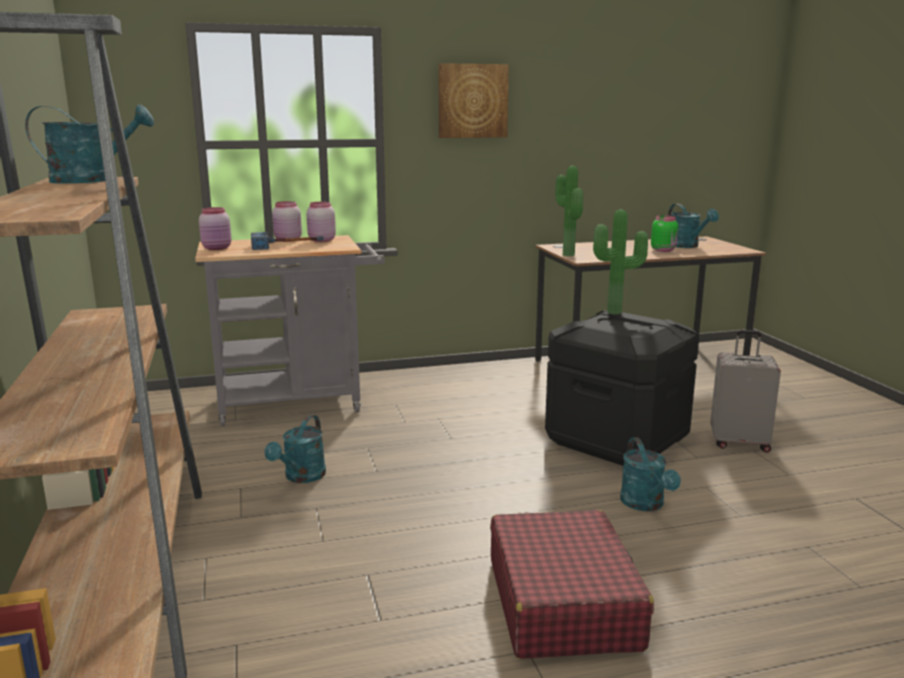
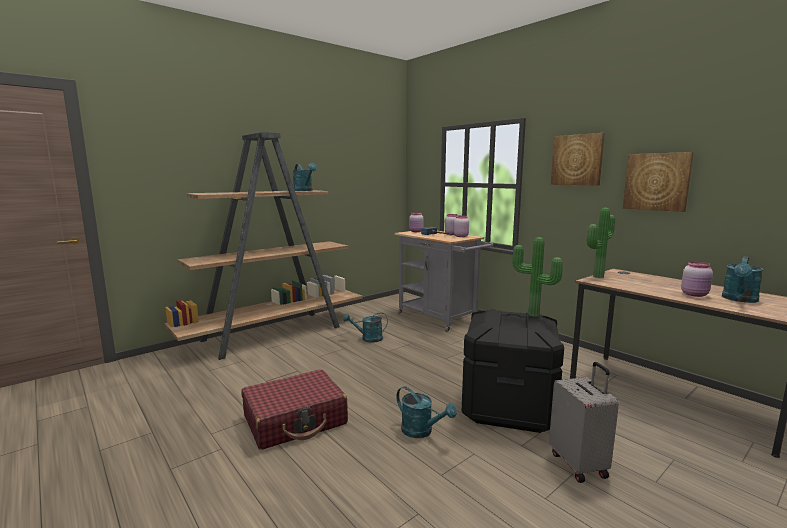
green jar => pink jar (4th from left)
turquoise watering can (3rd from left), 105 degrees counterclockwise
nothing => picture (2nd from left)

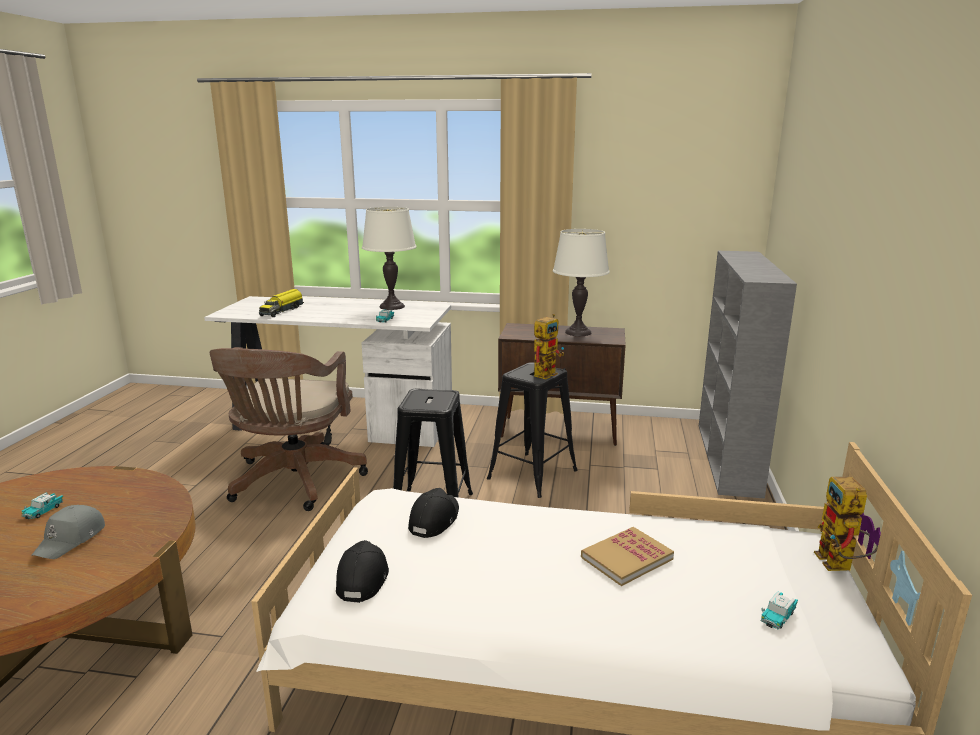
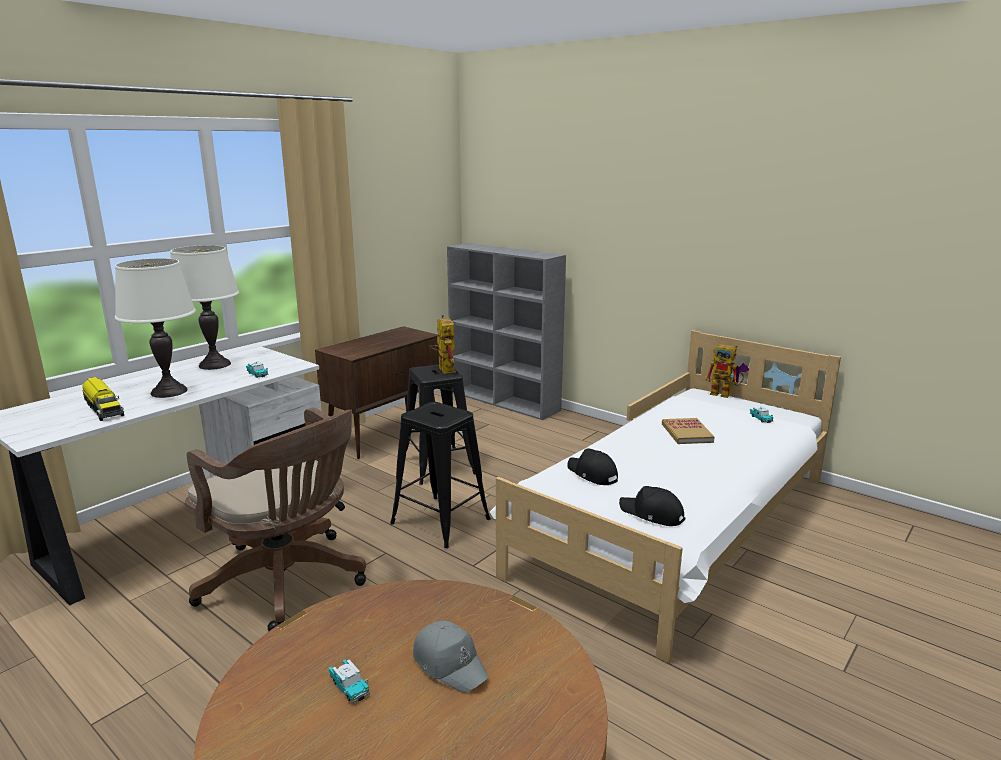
white table lamp (2nd from left in the first image) => white table lamp (1st from left), moved

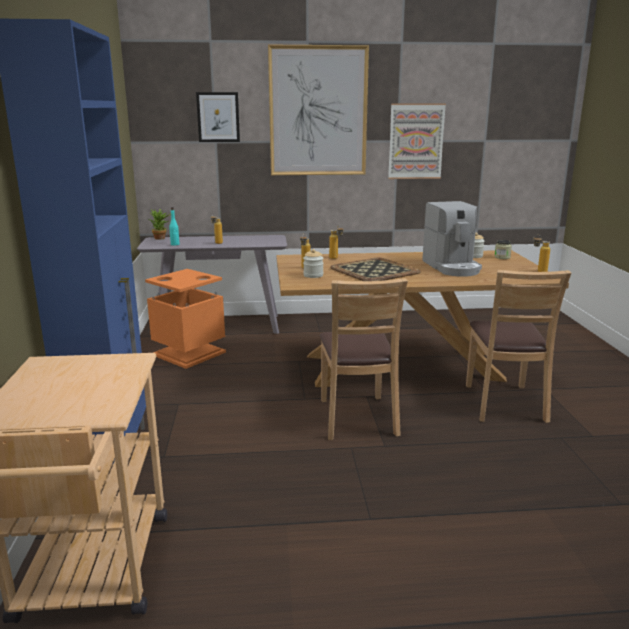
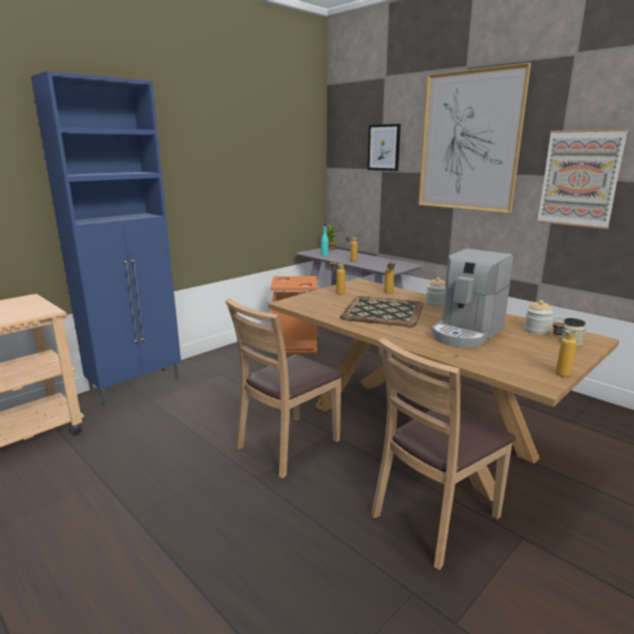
jar (1st from left), moved

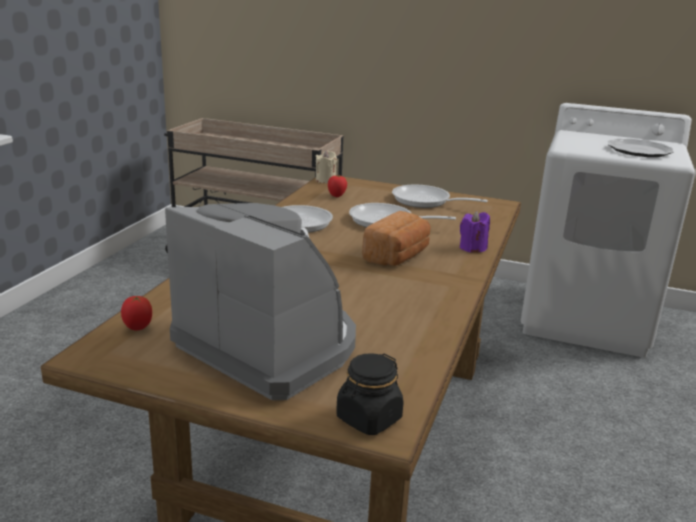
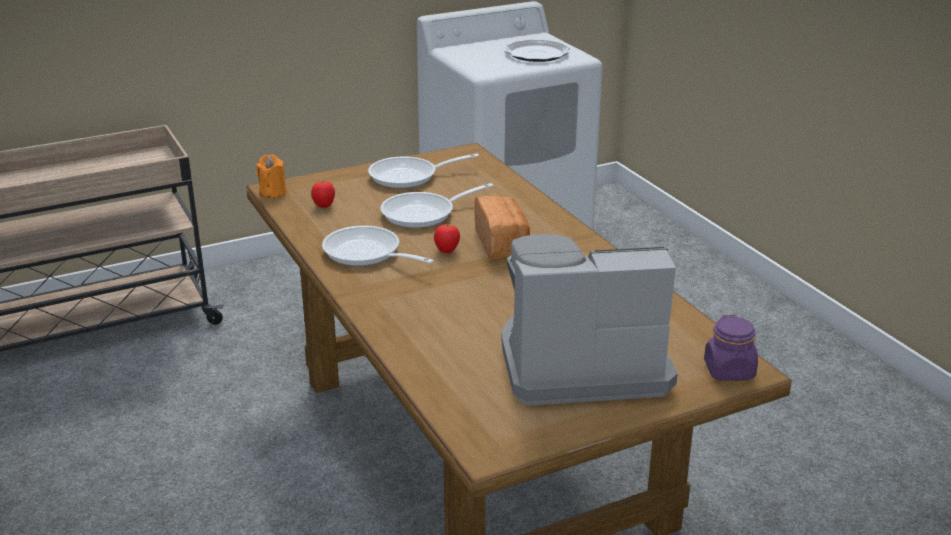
beige candle => orange candle
purple candle => nothing
tomato (1st from left in the first image) => tomato (2nd from left), moved
black jar => purple jar

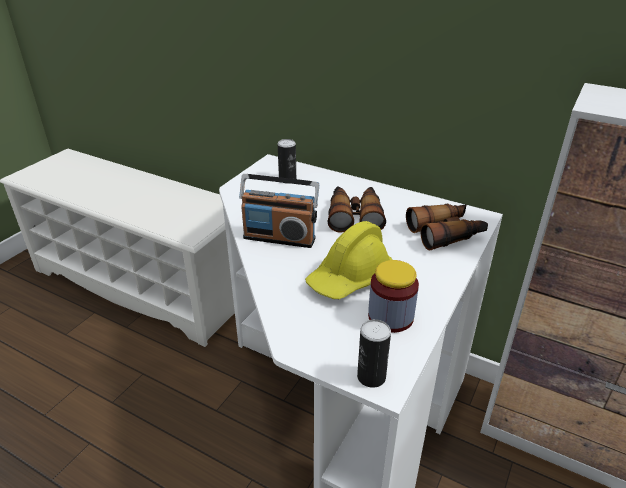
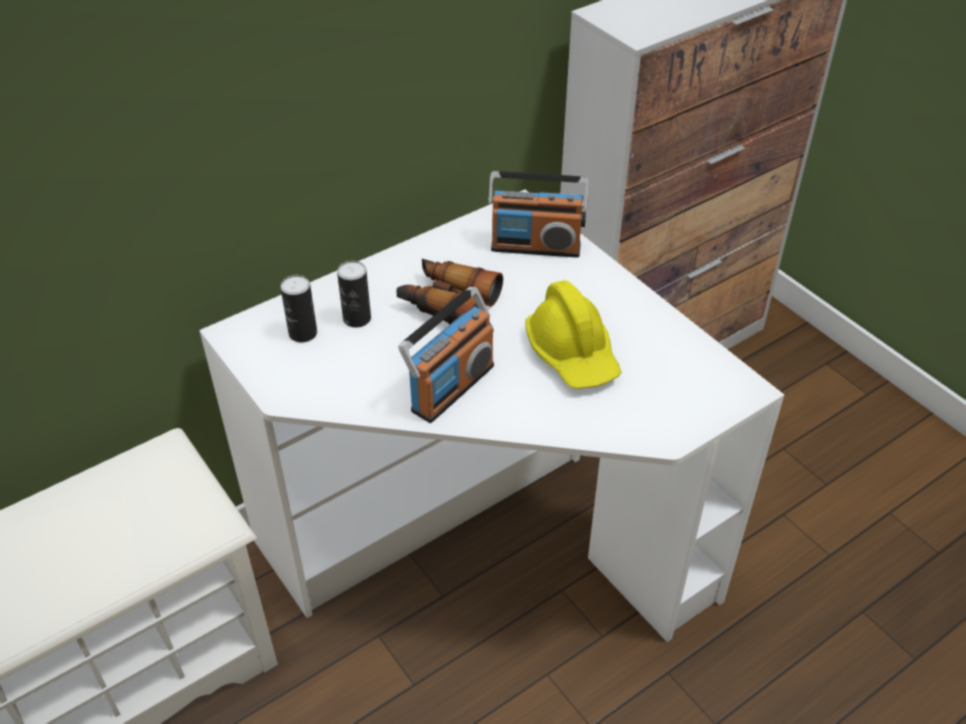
binoculars (2nd from left) => radio (2nd from left)
jar => nothing
can (2nd from left), moved

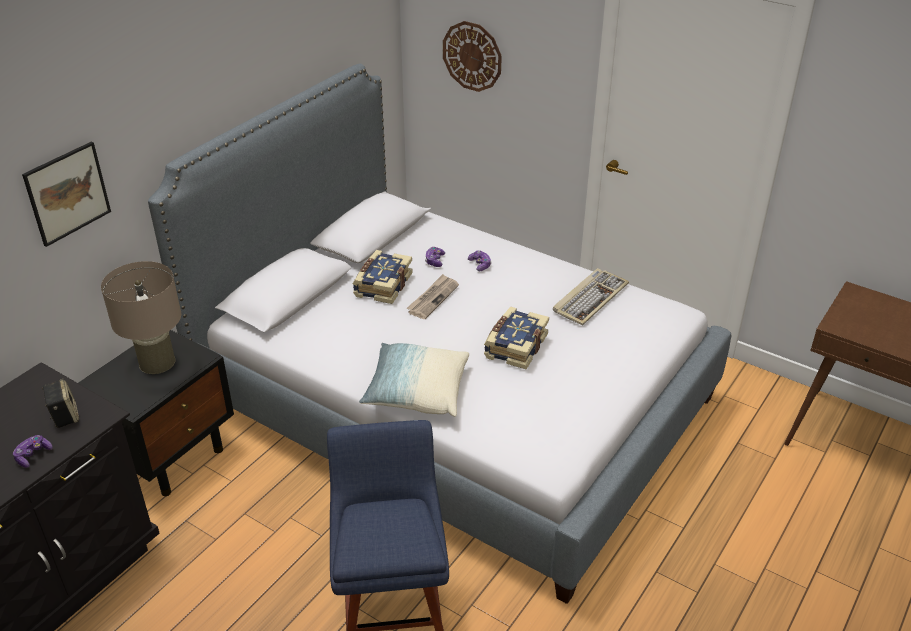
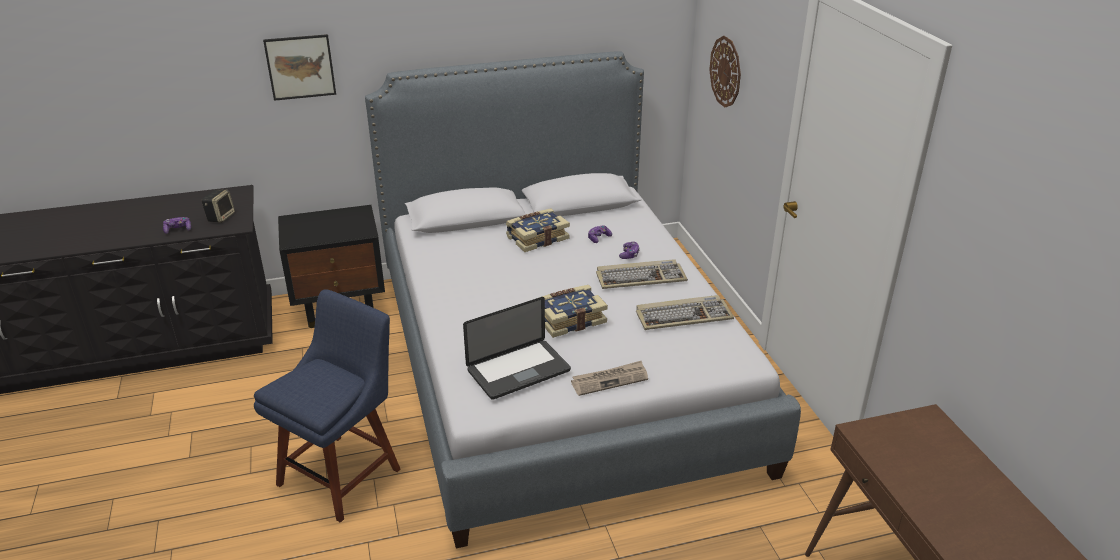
beige table lamp => nothing
newspaper, moved
pillow => nothing
nothing => keyboard (1st from left)
nothing => laptop

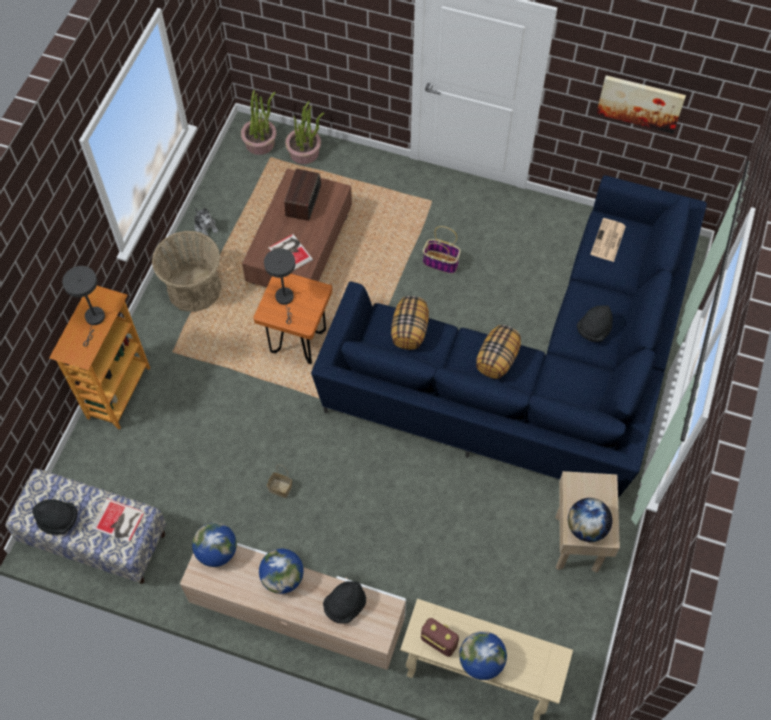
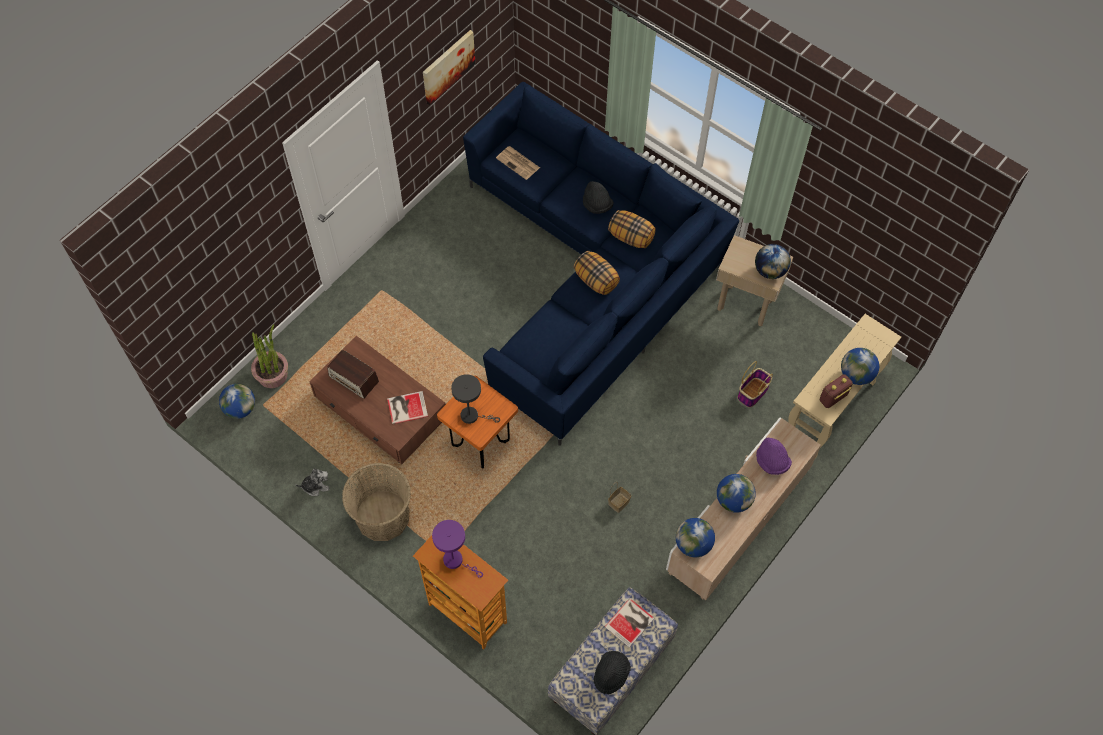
potted plant (1st from left) => globe (1st from left)
basket (3rd from left), moved
grey table lamp (1st from left) => purple table lamp
pillow (1st from left in the first image) => pillow (2nd from left), moved
black hat (2nd from left) => purple hat

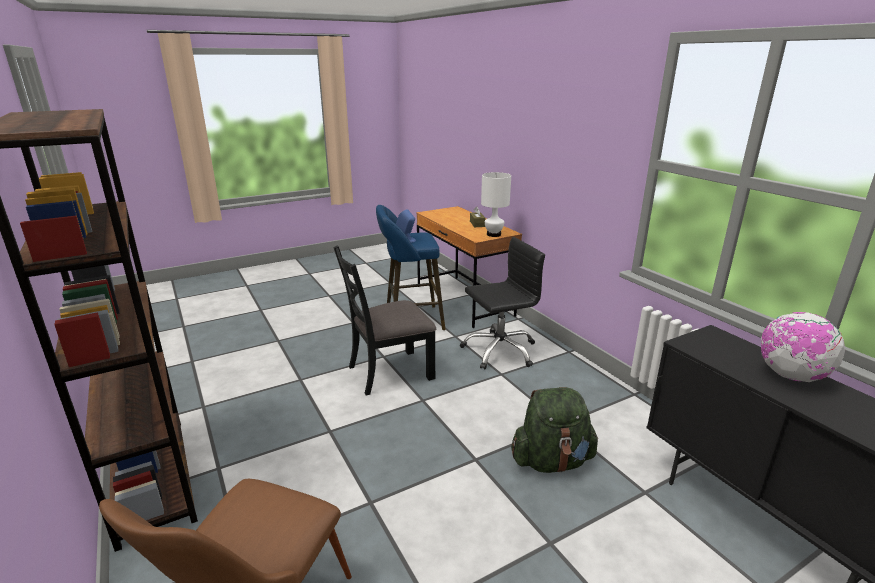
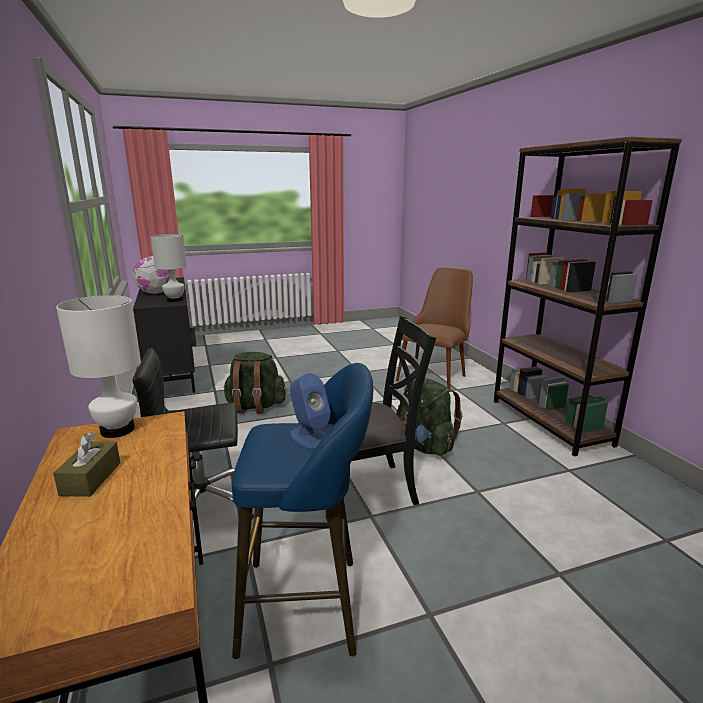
nothing => white table lamp (2nd from left)
nothing => green backpack (2nd from left)

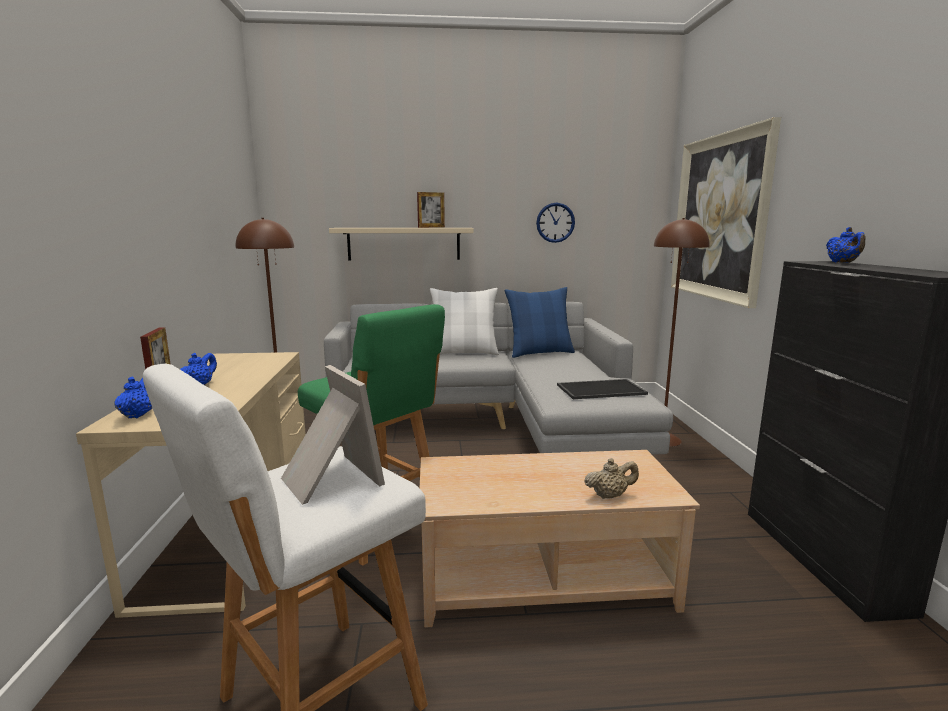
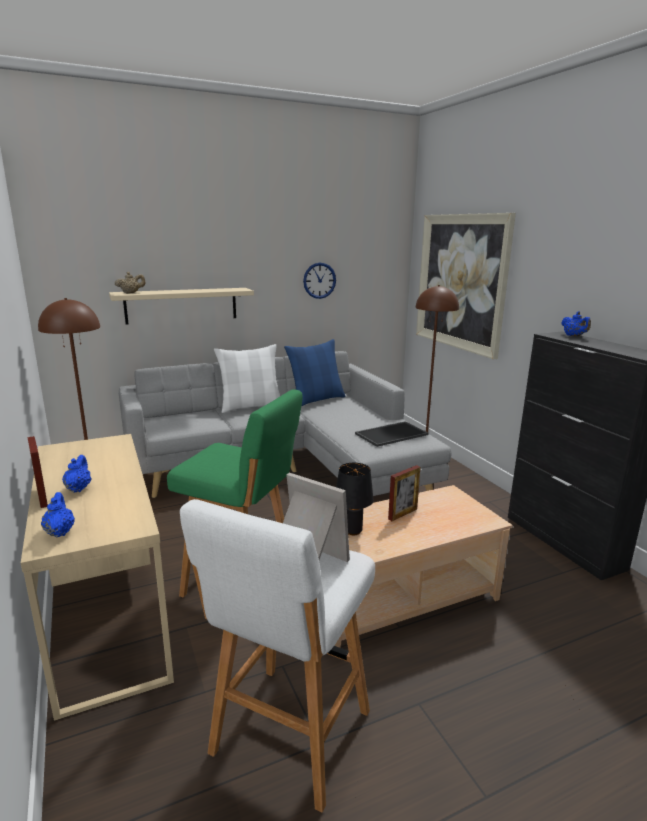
picture frame (3rd from left), moved
beige teapot, moved
nothing => black table lamp

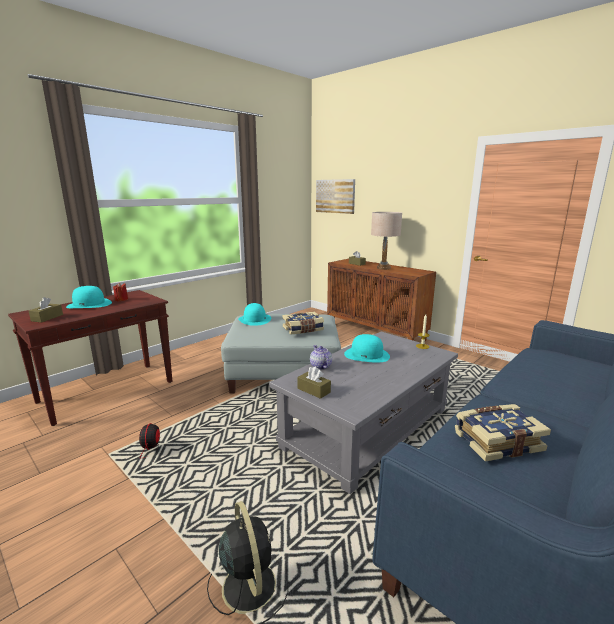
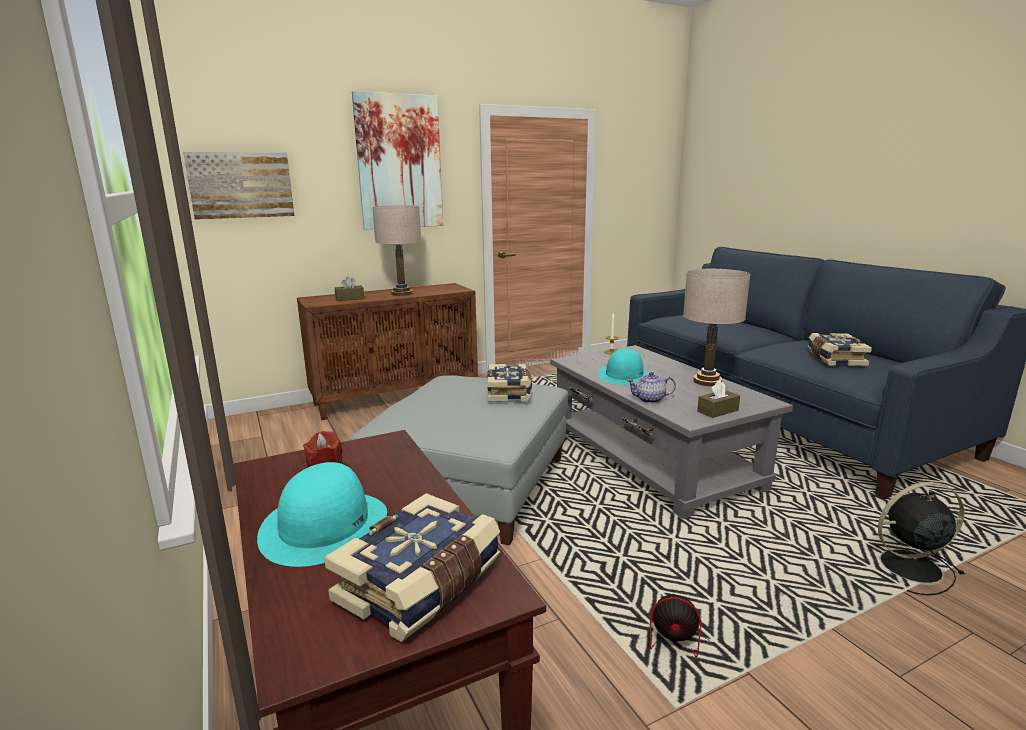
brown tissue box (1st from left) => book (1st from left)
turquoise hat (2nd from left) => nothing
nothing => picture (2nd from left)
nothing => beige table lamp (2nd from left)

